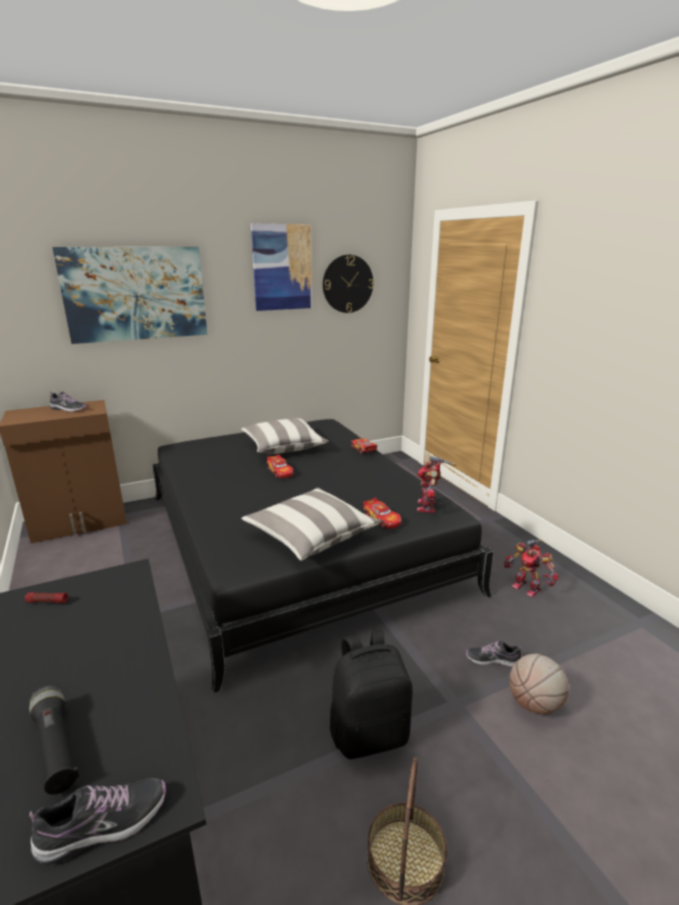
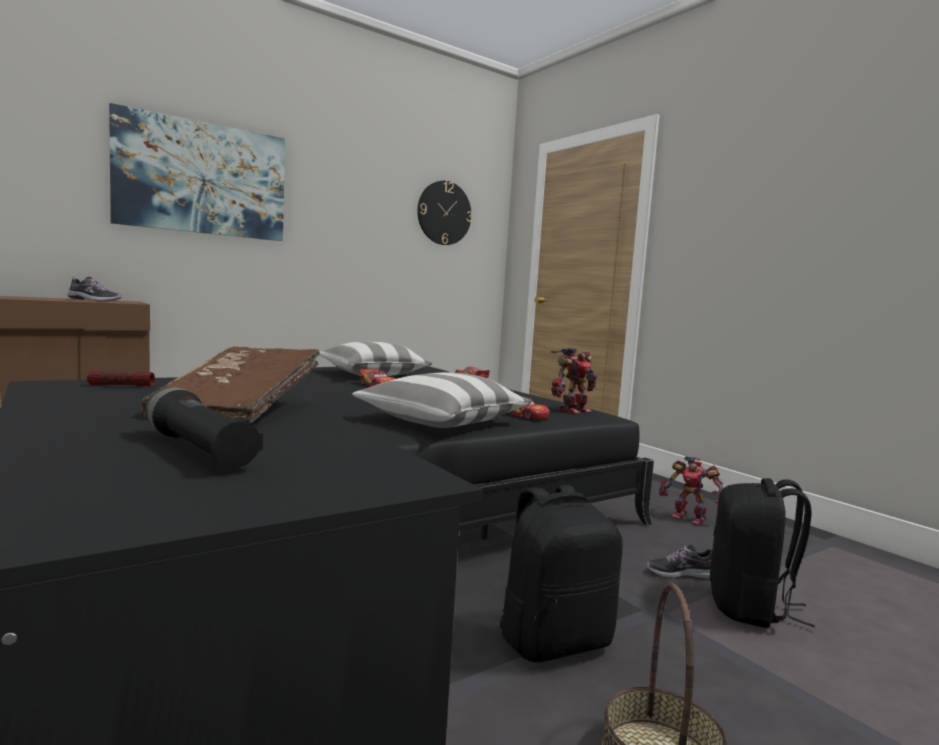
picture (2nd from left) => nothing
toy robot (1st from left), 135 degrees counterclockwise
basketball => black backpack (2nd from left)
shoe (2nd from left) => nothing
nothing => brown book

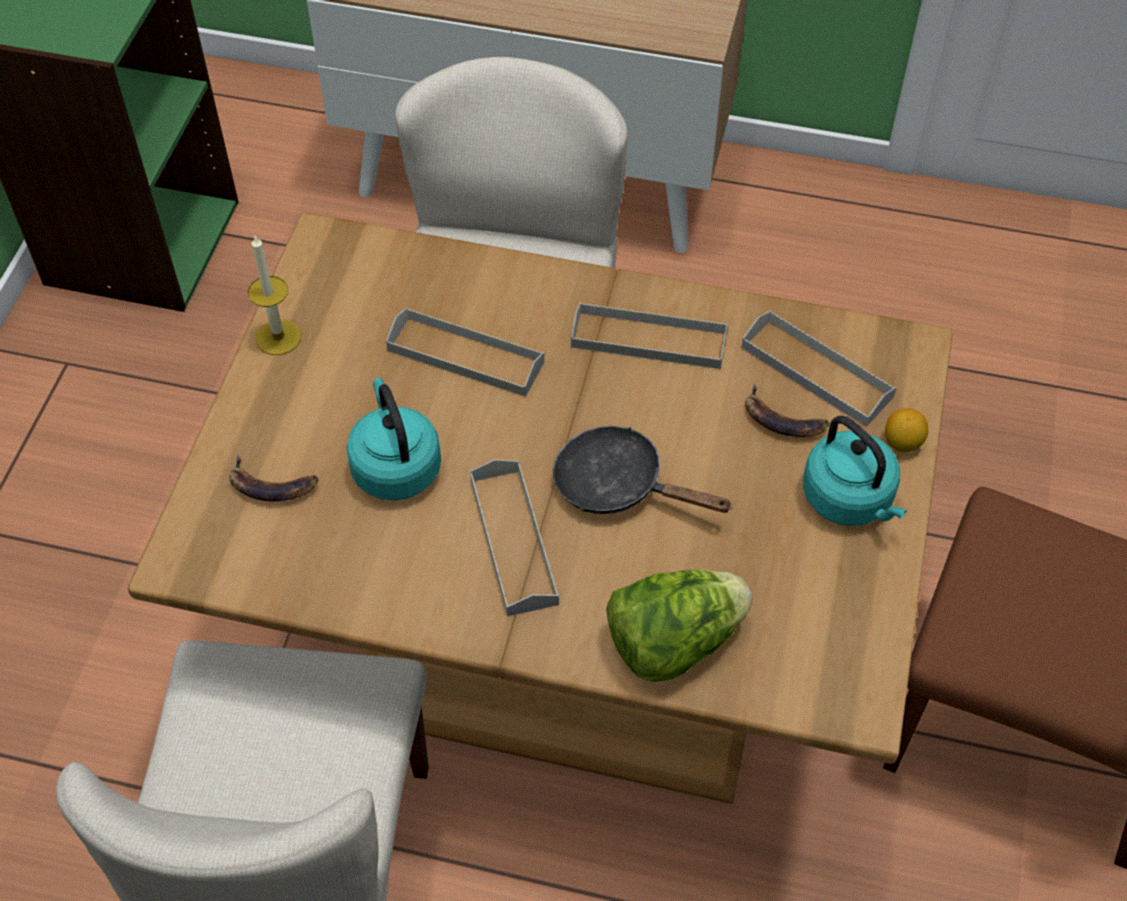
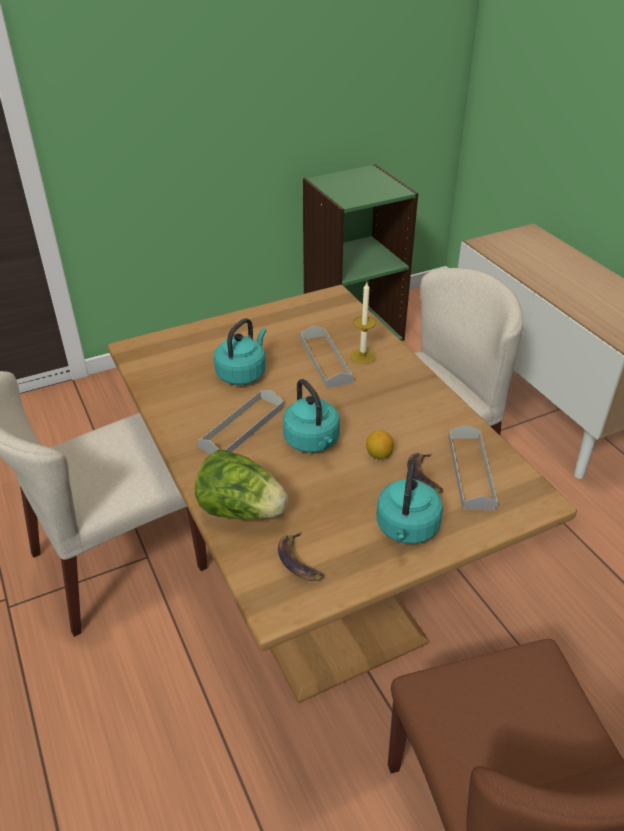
candle, moved
grey tray (3rd from left) => nothing
lemon, moved
black frying pan => turquoise kettle (2nd from left)
banana (1st from left), moved

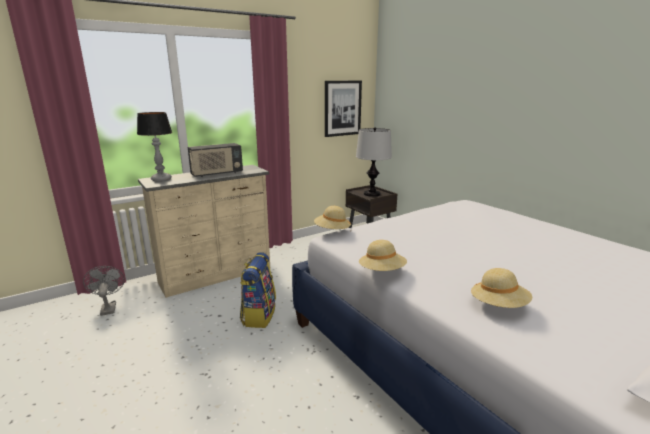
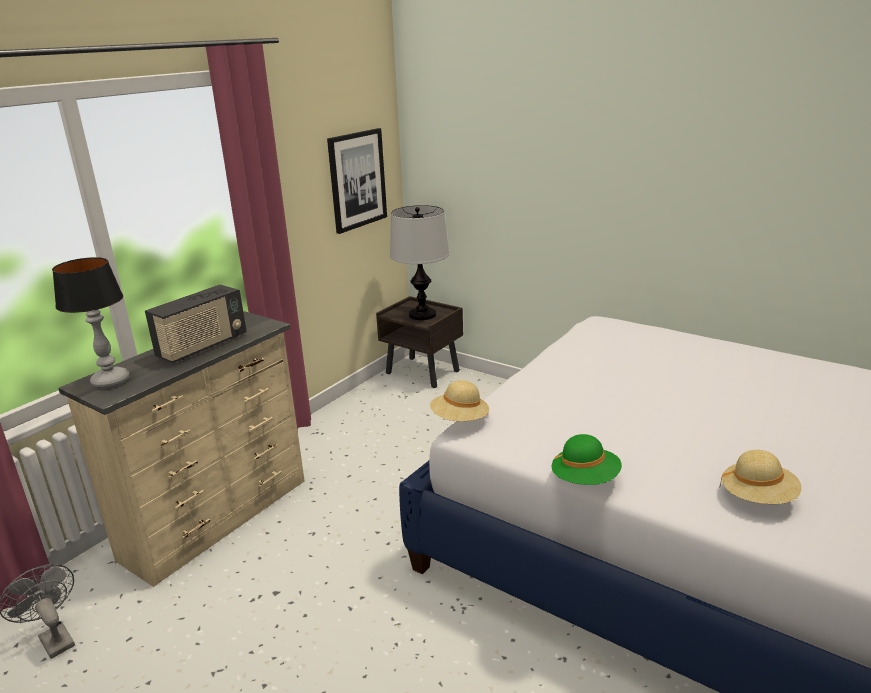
beige hat (2nd from left) => green hat
backpack => nothing

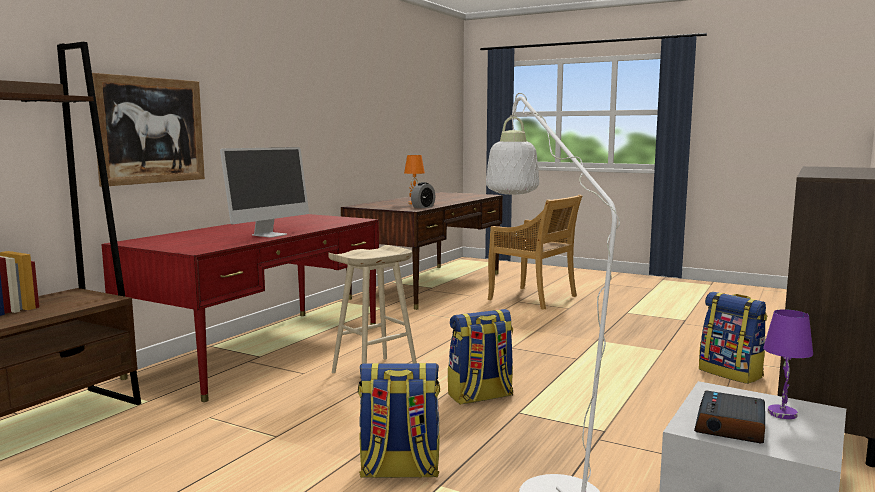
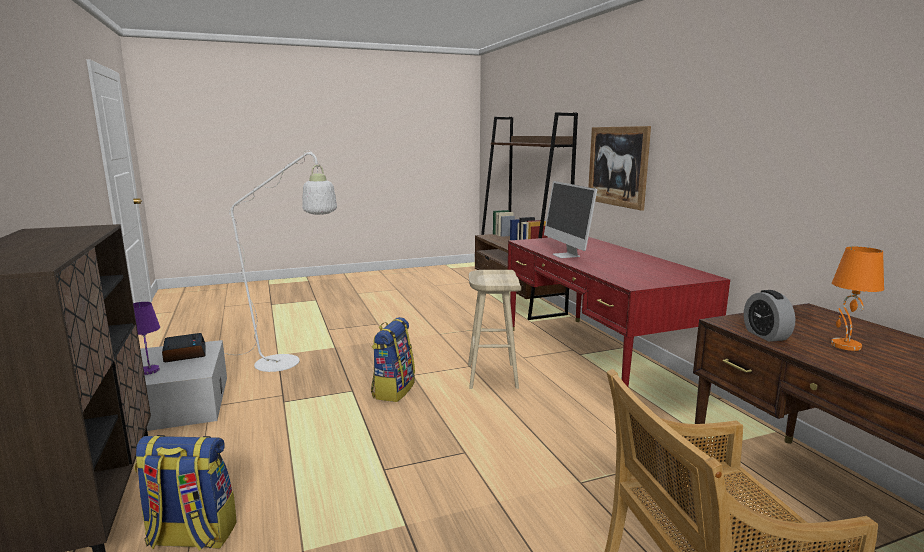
backpack (1st from left) => nothing

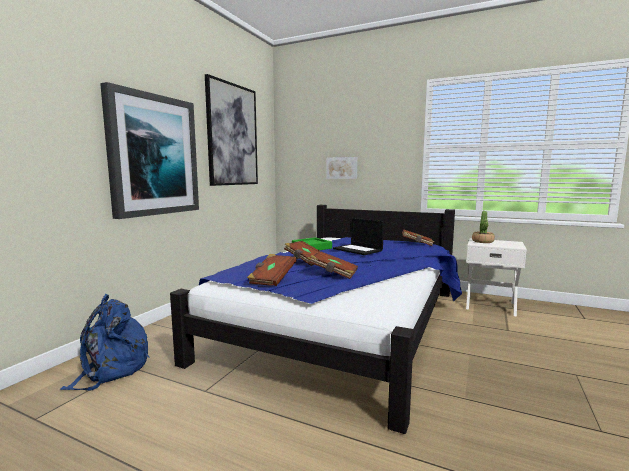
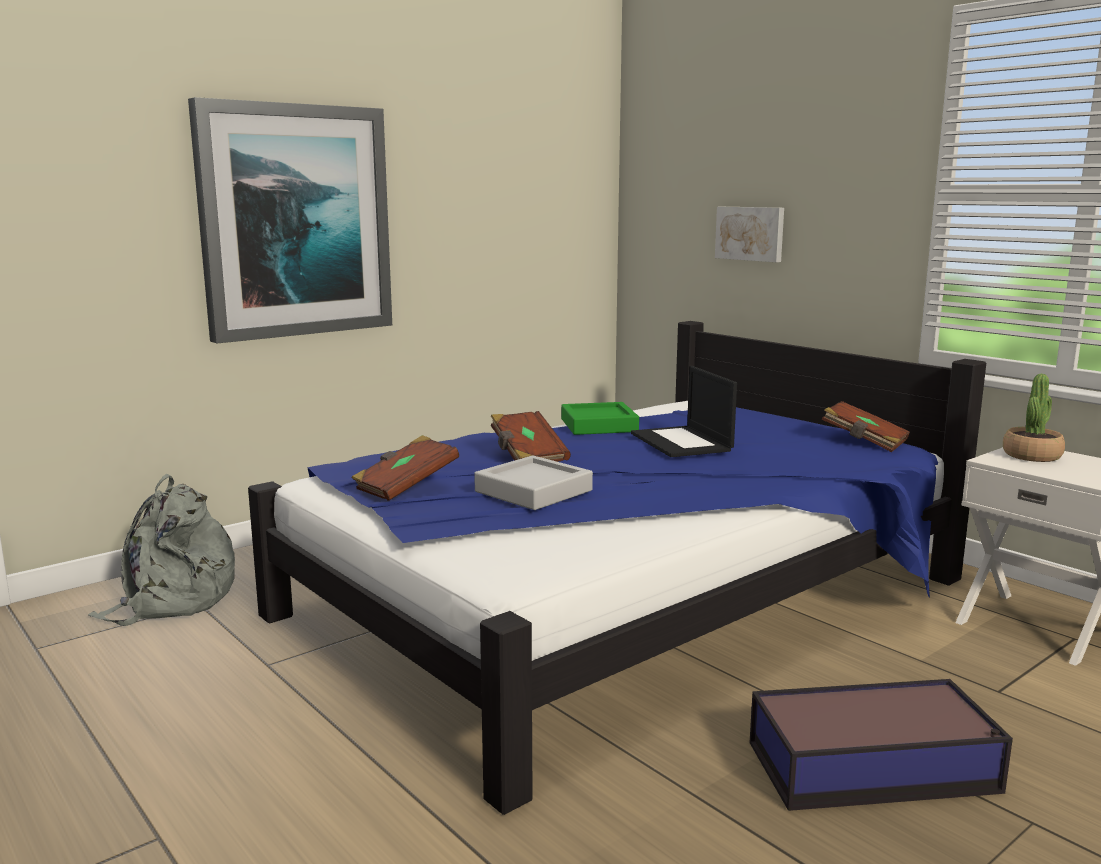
picture (2nd from left) => nothing
brown book (3rd from left) => grey tray
blue backpack => grey backpack
nothing => storage box

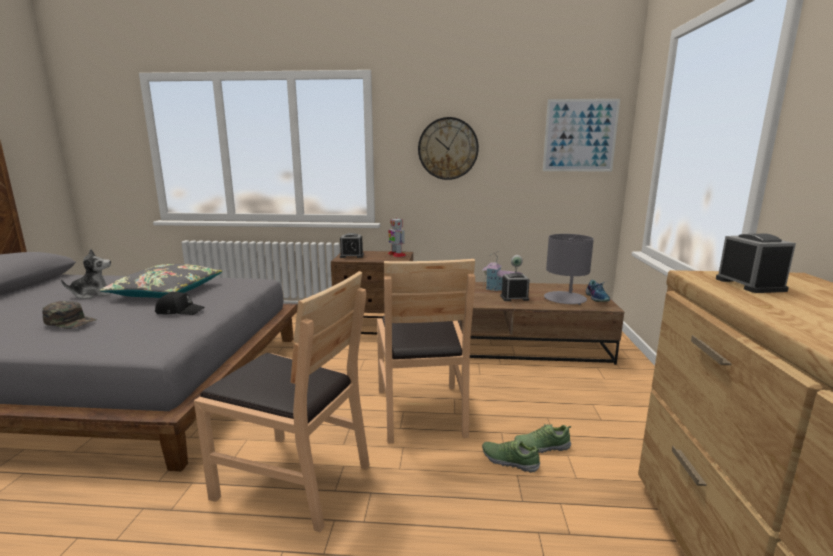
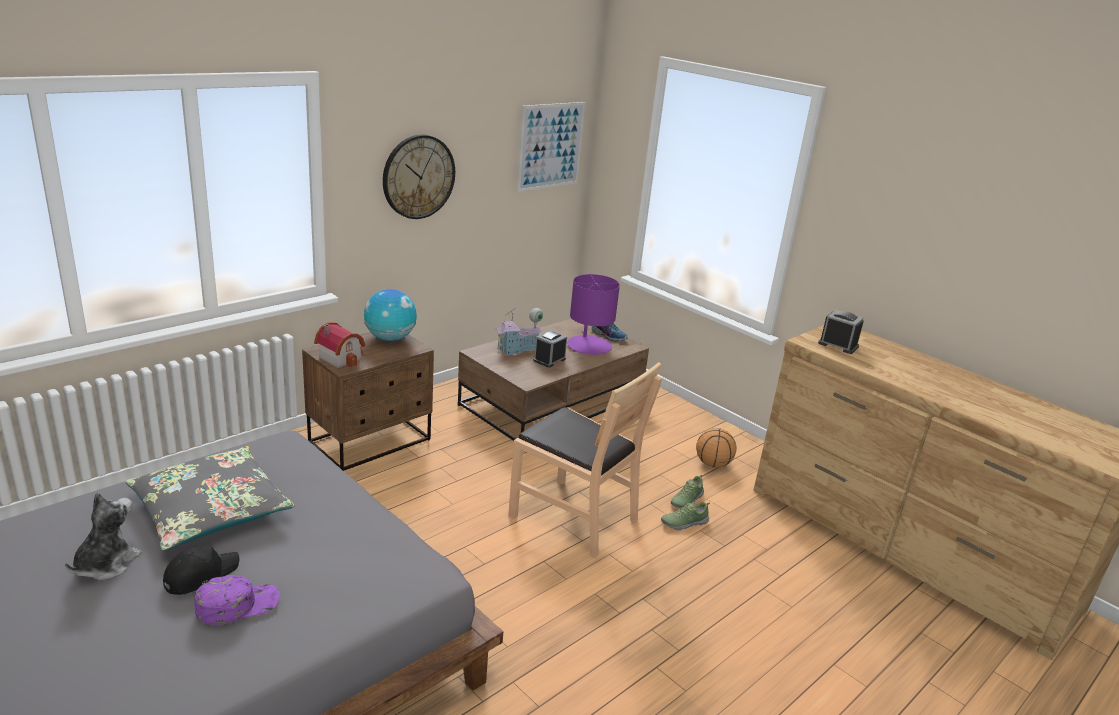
toy robot => globe
alarm clock (1st from left) => toy house (1st from left)
grey table lamp => purple table lamp
brown chair (1st from left) => nothing
black cap, moved
green cap => purple cap
nothing => basketball

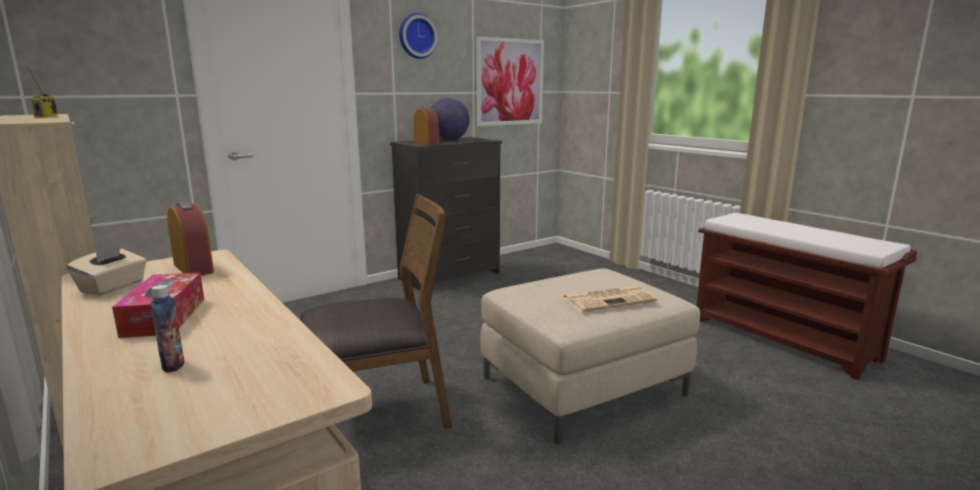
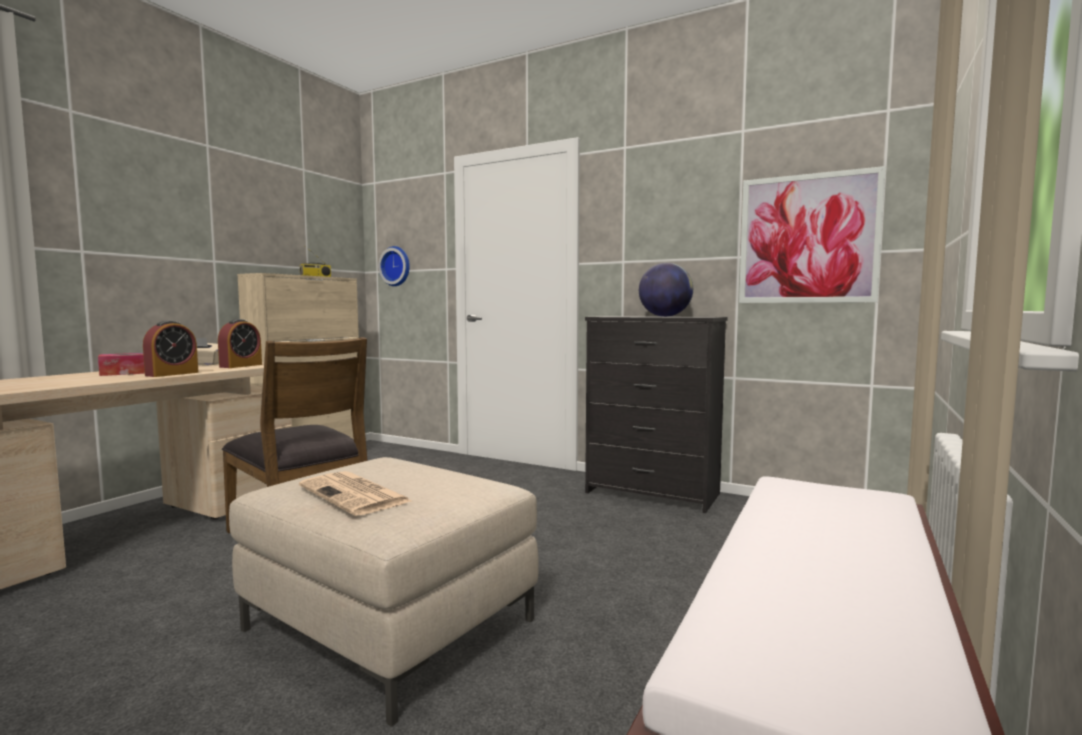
wall clock, moved
alarm clock (2nd from left in the first image) => alarm clock (1st from left), moved
bottle => nothing

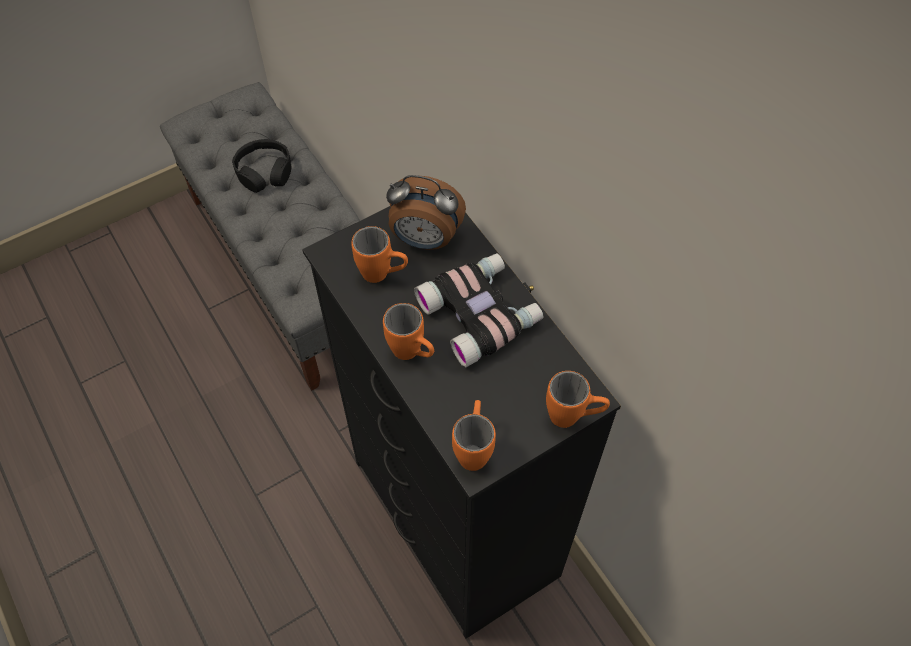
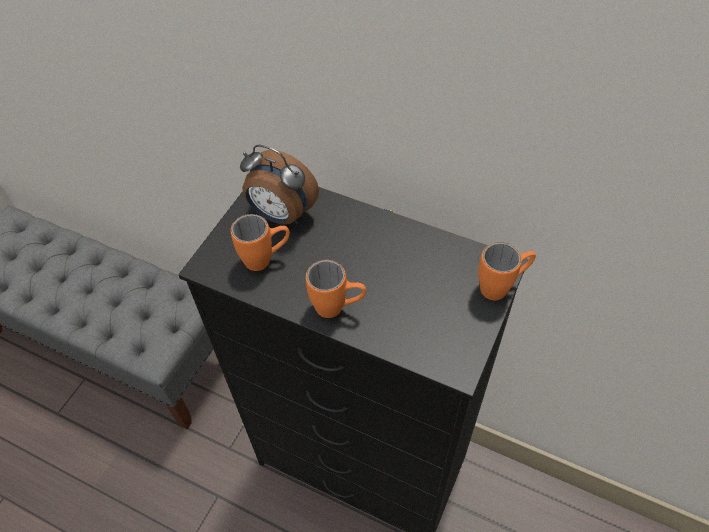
black headphones => nothing
alarm clock, 45 degrees clockwise
binoculars => nothing
orange mug (3rd from left) => nothing

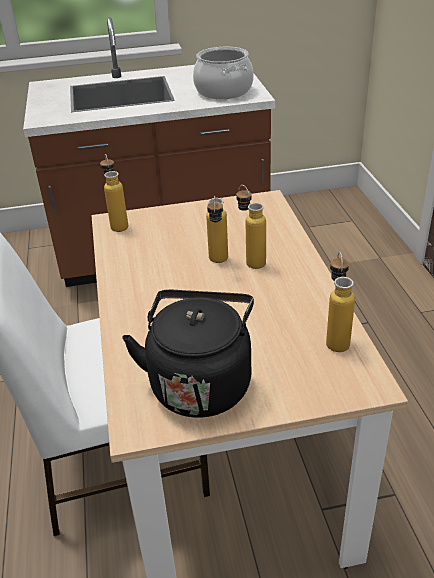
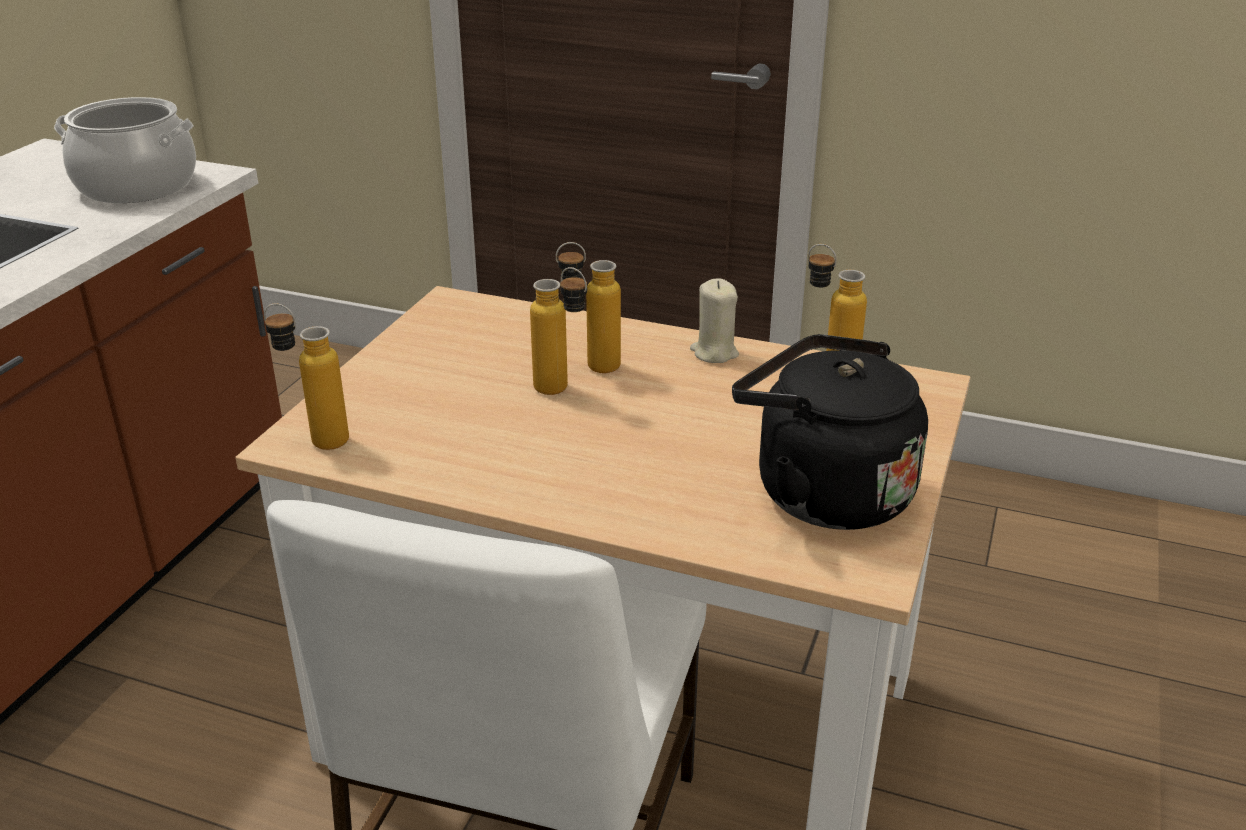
nothing => beige candle

